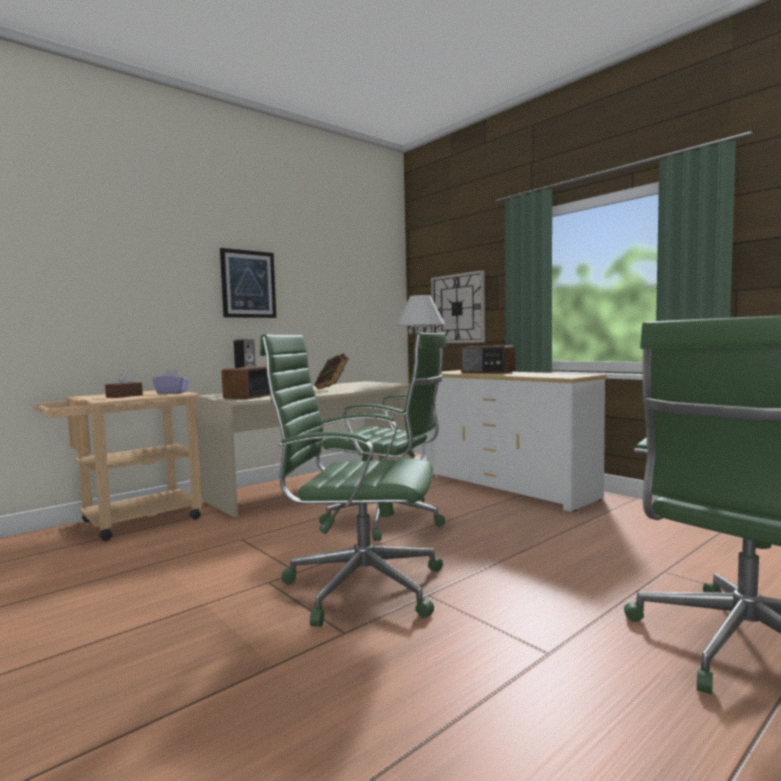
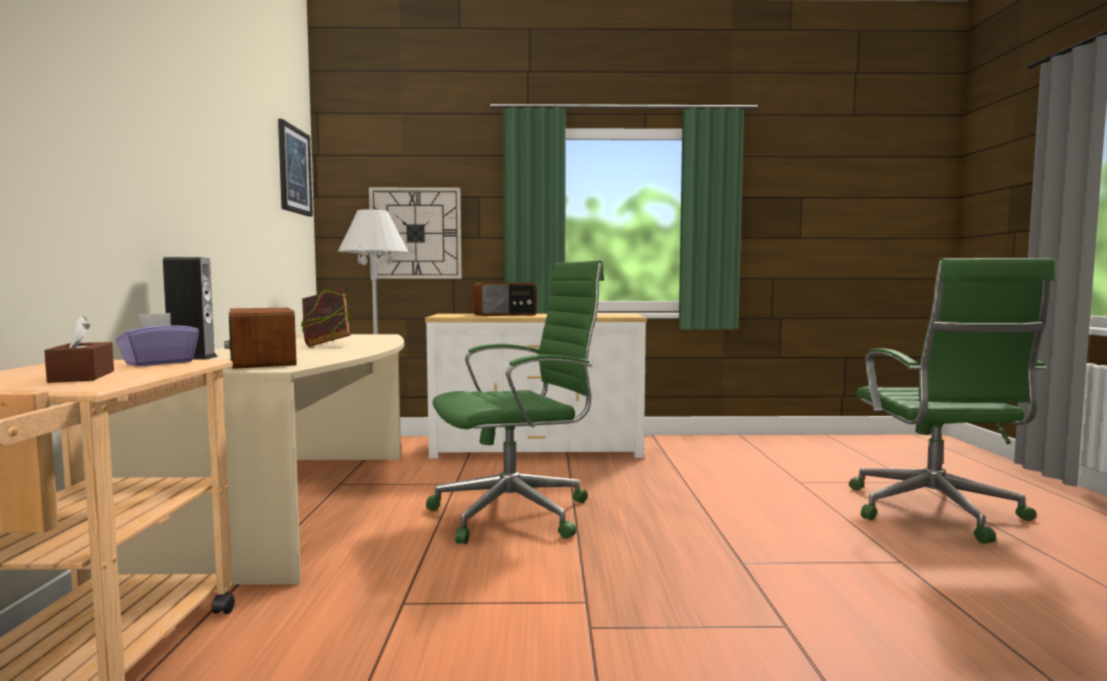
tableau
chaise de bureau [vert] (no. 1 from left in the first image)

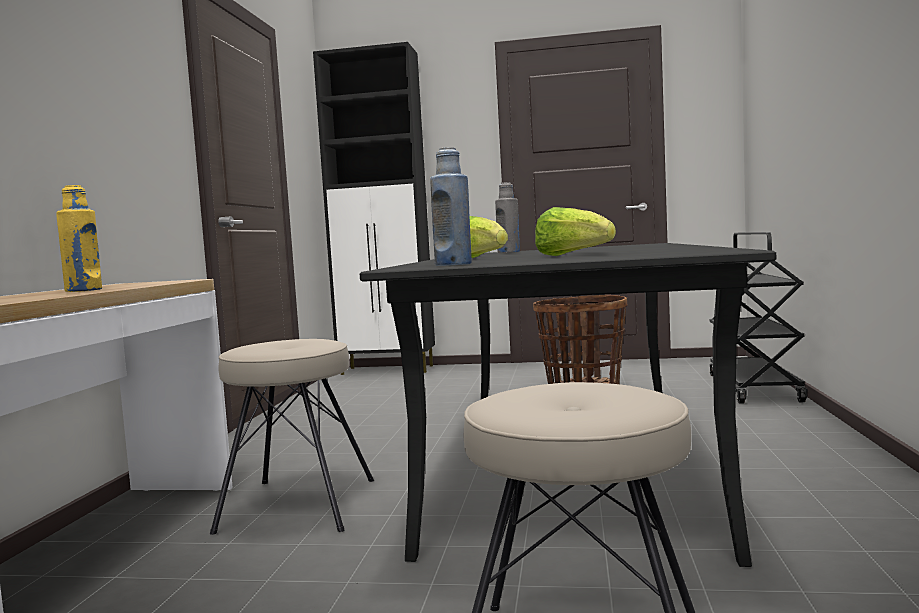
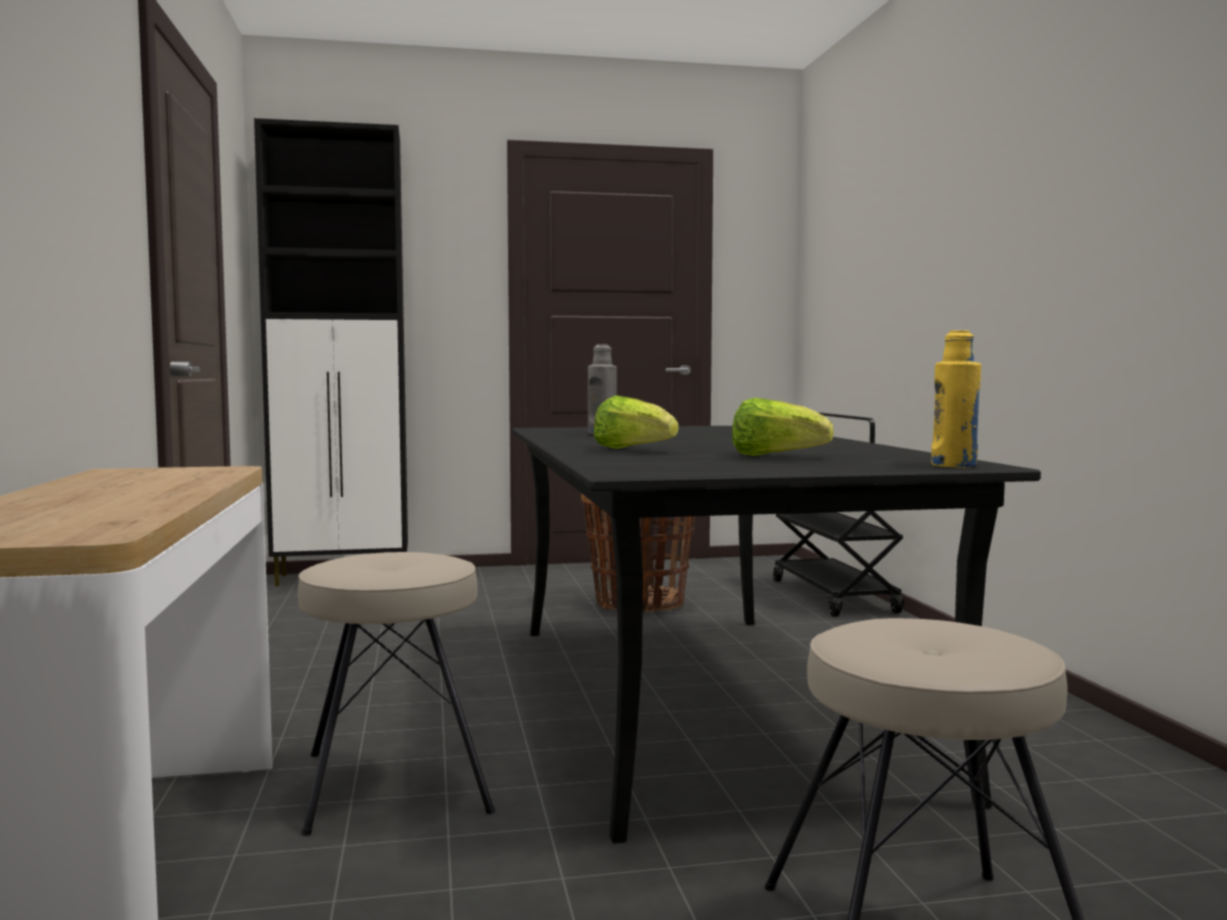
bouteille [jaune]
bouteille [bleu]

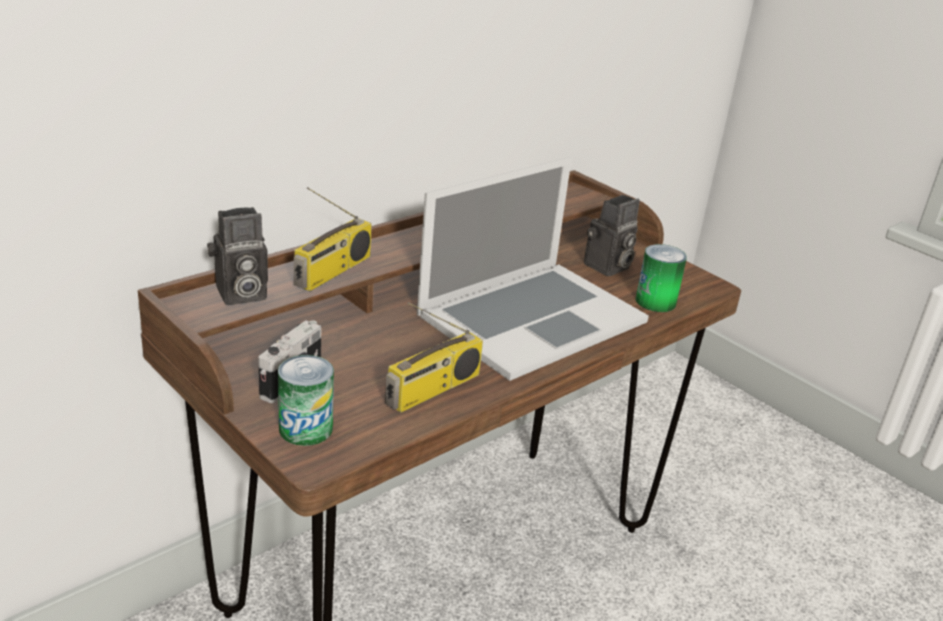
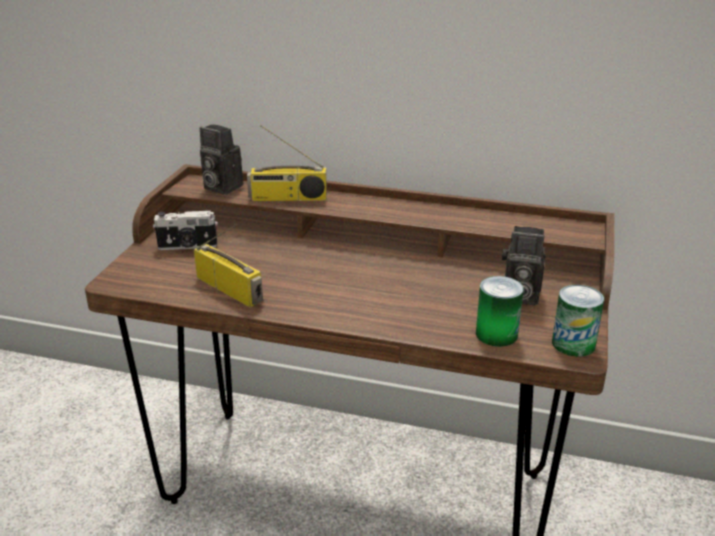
radio (no. 1 from left)
boîte métallique (no. 2 from left)
ordinateur portable

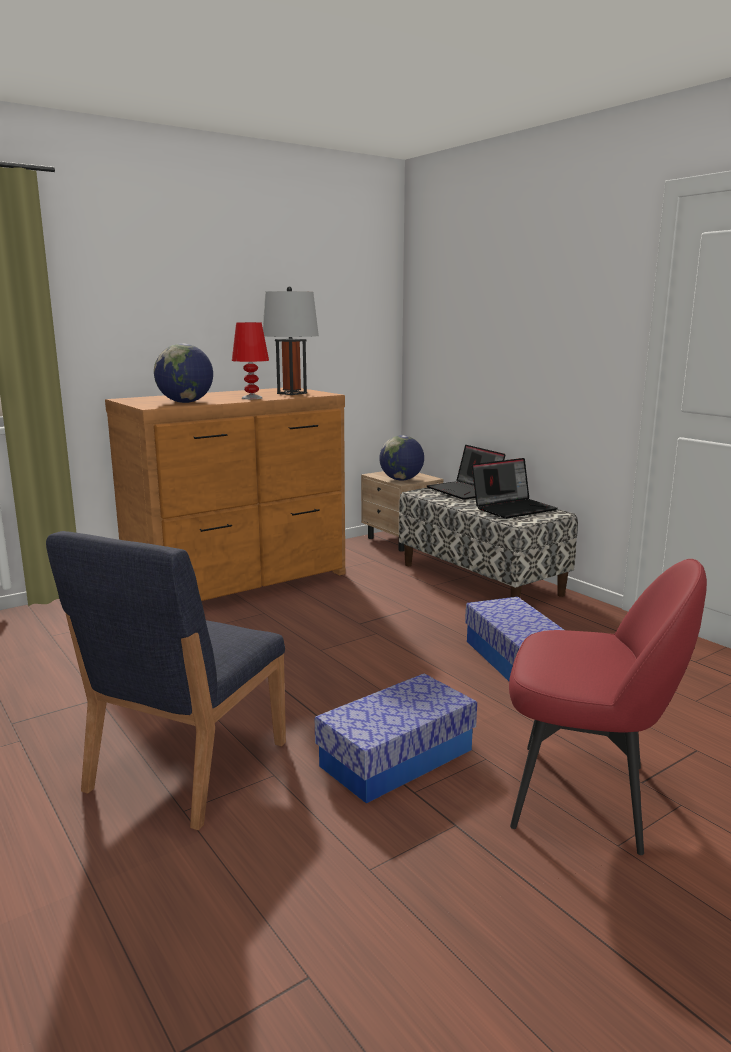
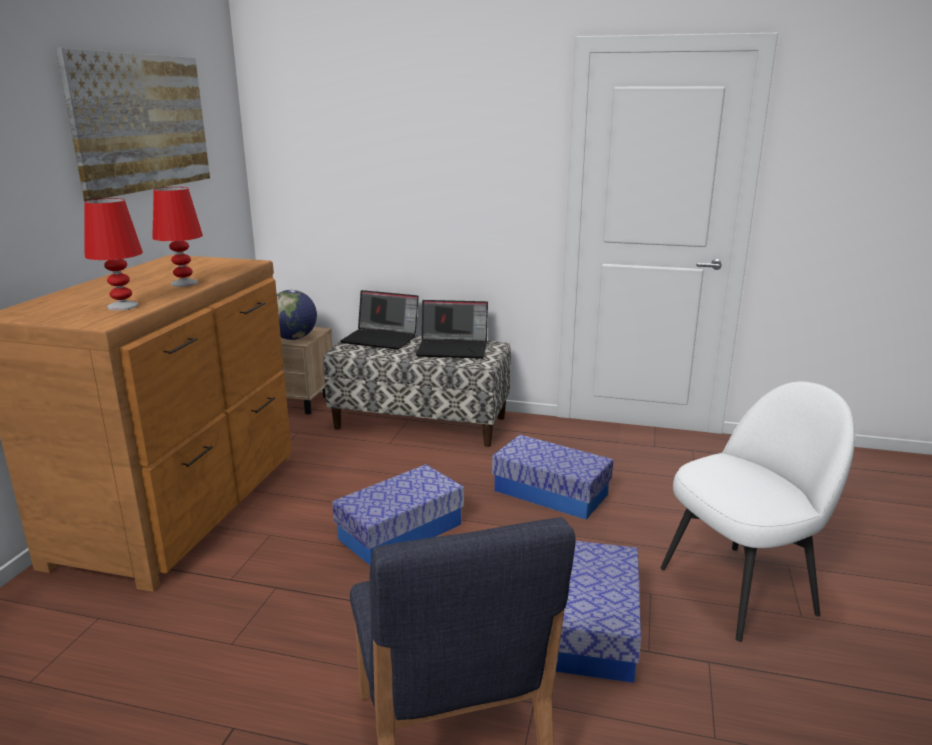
tableau
lampe de table [rouge] (no. 1 from left)
boîte de rangement (no. 1 from left)
ordinateur portable (no. 2 from left)
chaise [blanc]
lampe de table [gris]

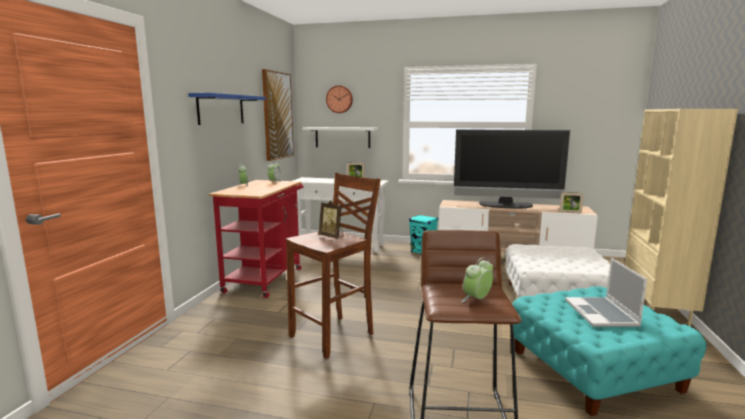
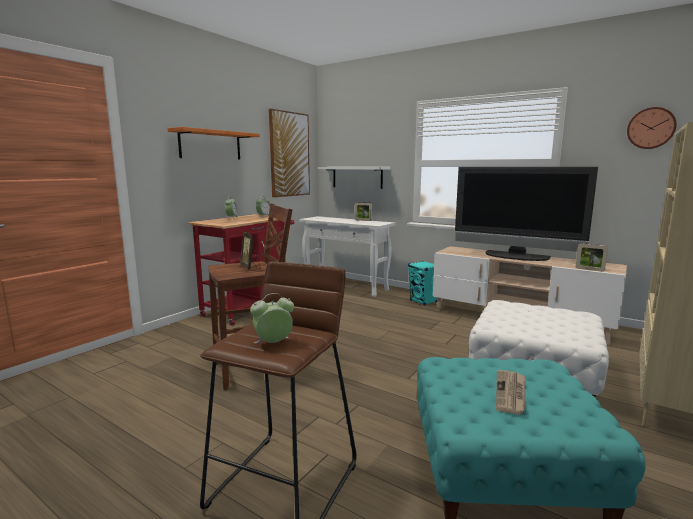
étagère [orange]
journal
horloge murale

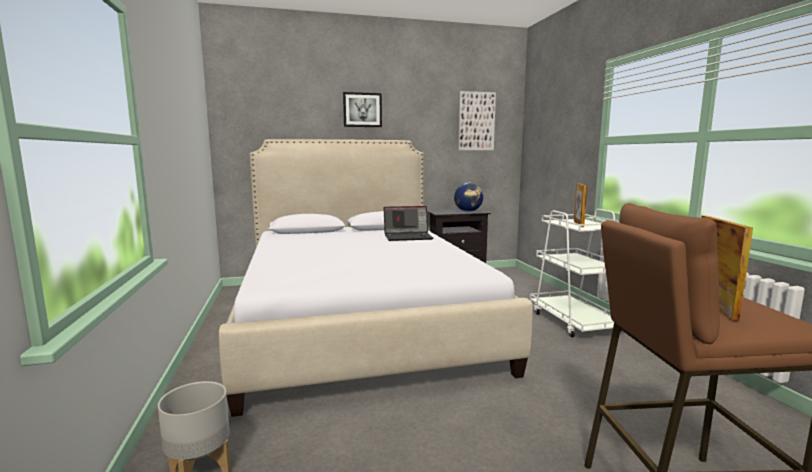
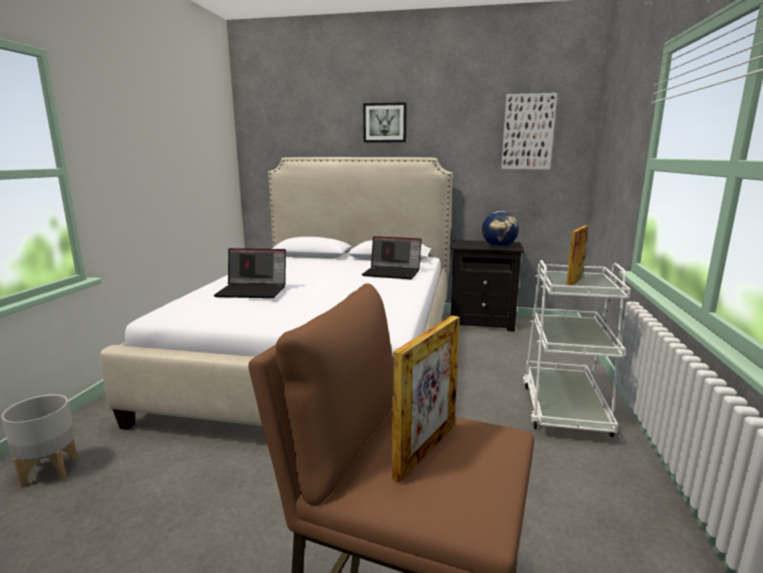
ordinateur portable (no. 1 from left)

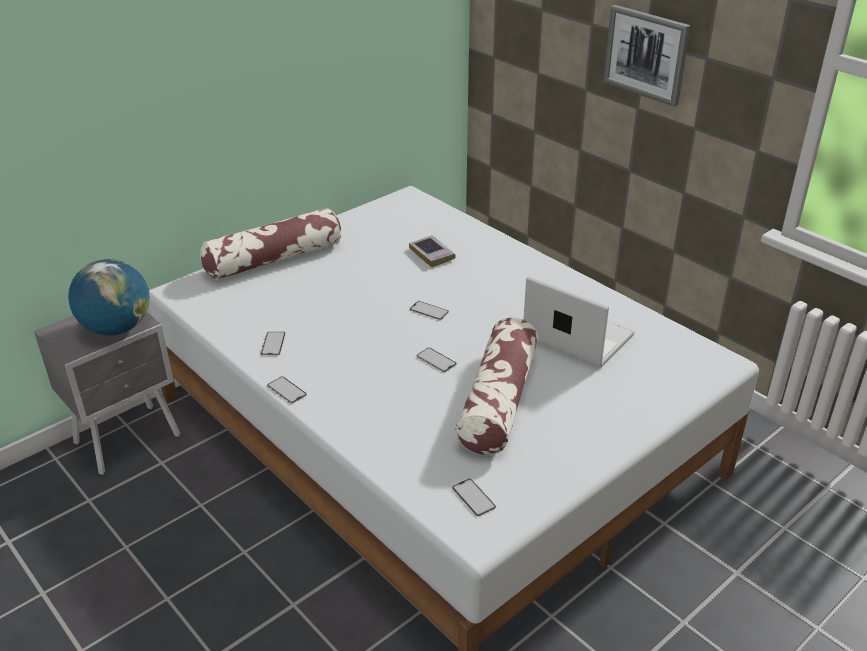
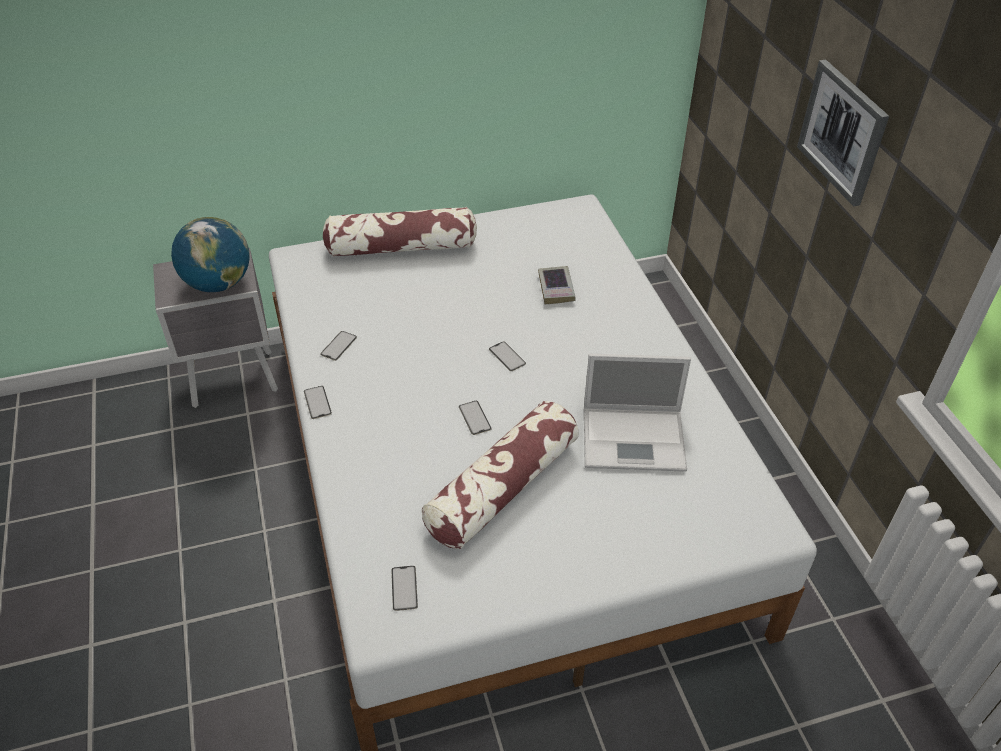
ordinateur portable

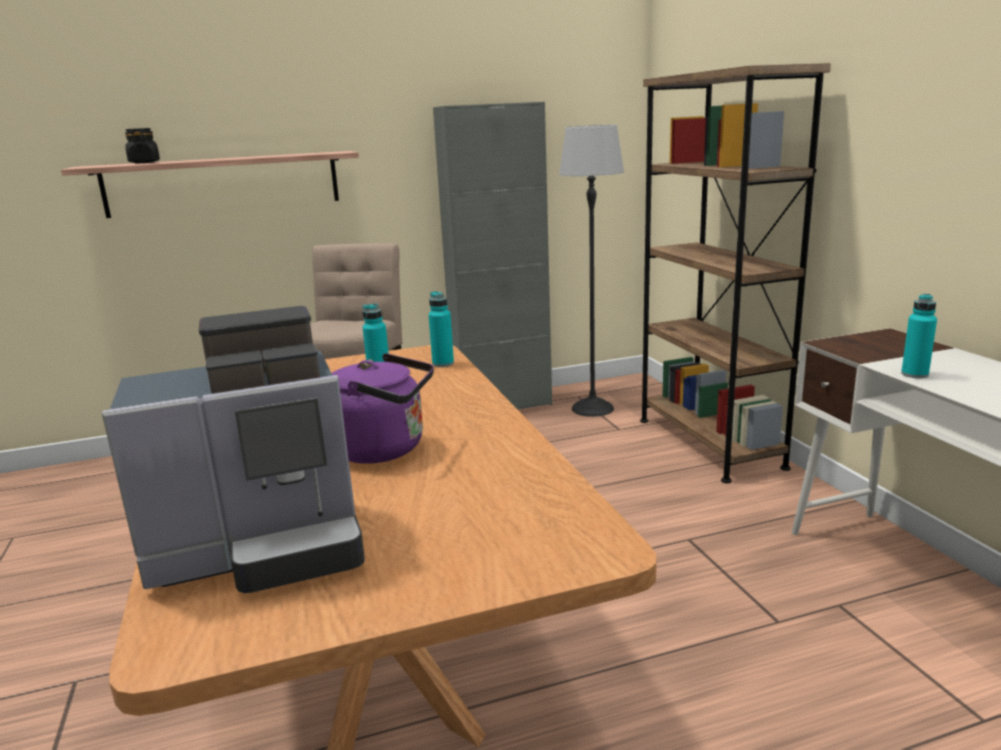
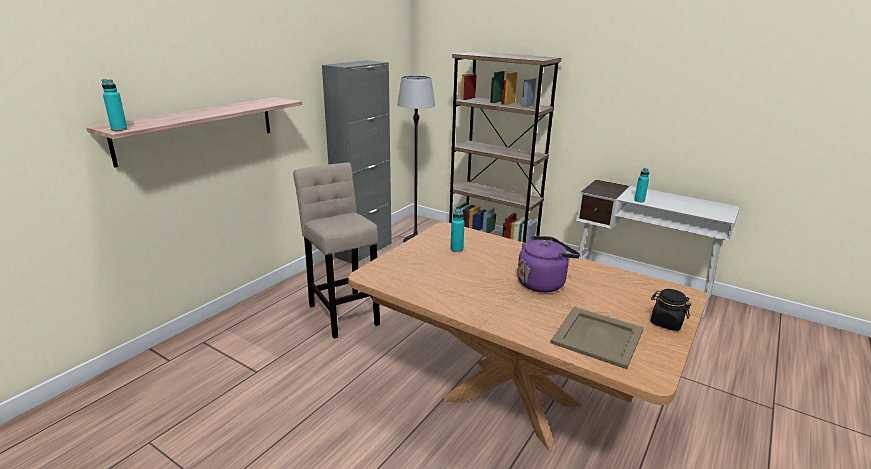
bouteille [turquoise] (no. 1 from left)
plateau [beige]
bocal [noir]

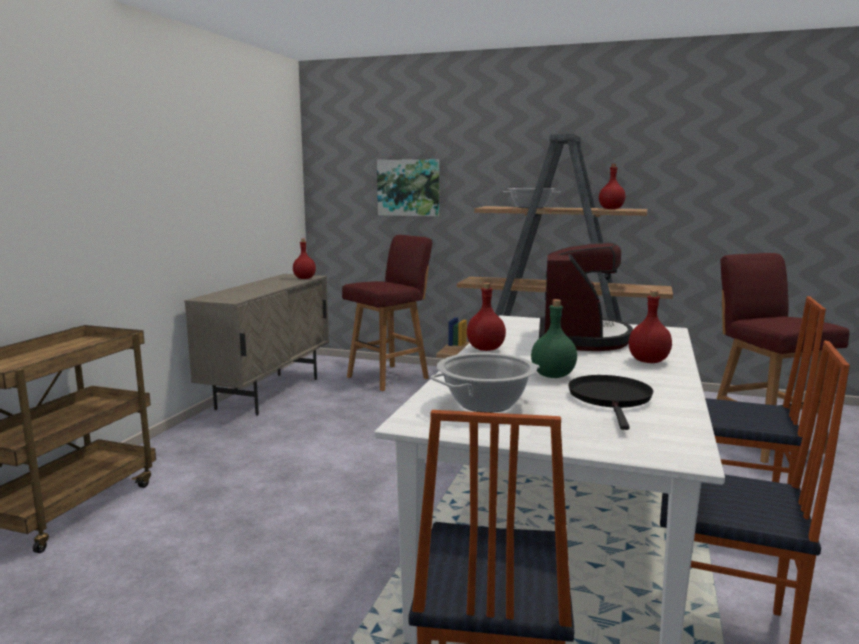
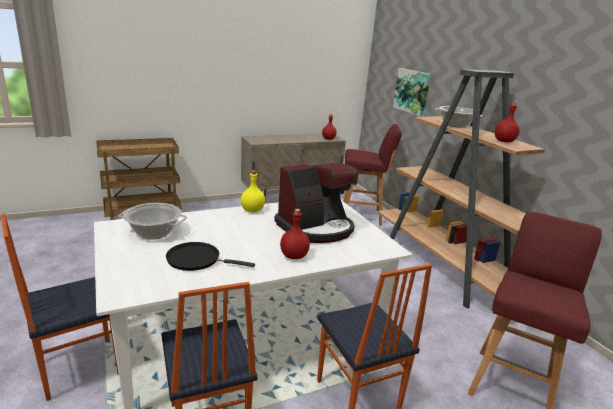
poêle [noir]
bouteille [jaune]
bouteille [vert]

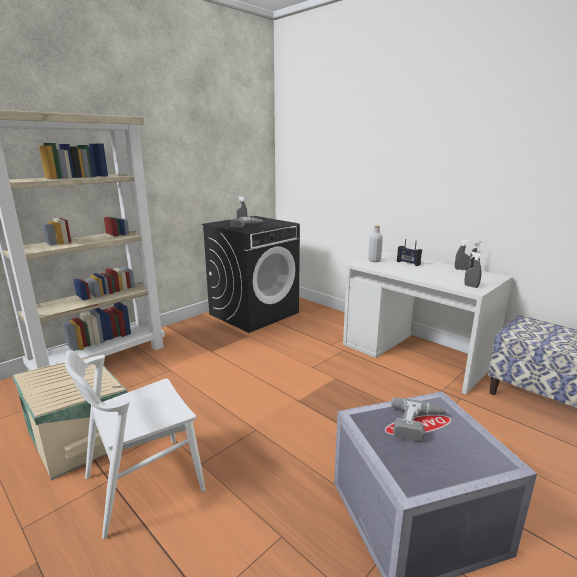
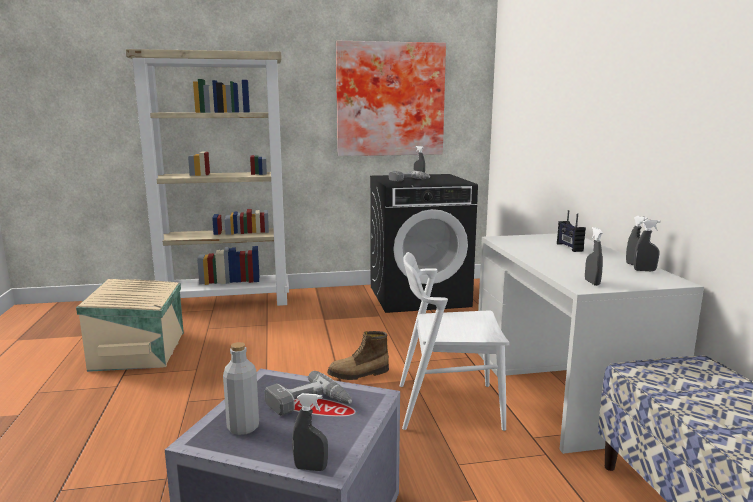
bouteille [gris]
vaporisateur [gris] (no. 1 from left)
botte
tableau
chaise [blanc]

